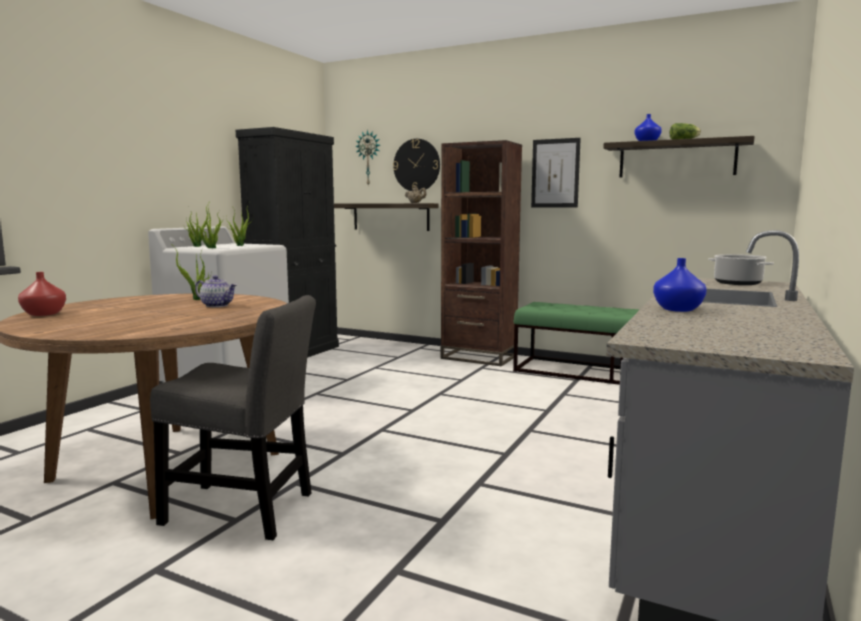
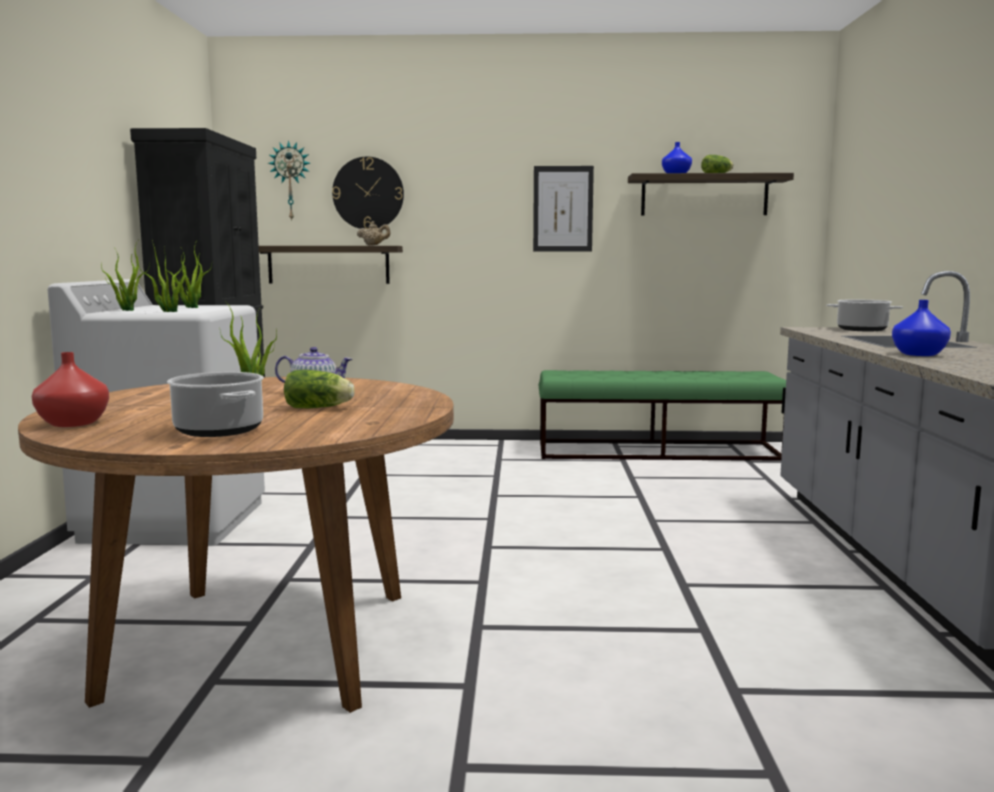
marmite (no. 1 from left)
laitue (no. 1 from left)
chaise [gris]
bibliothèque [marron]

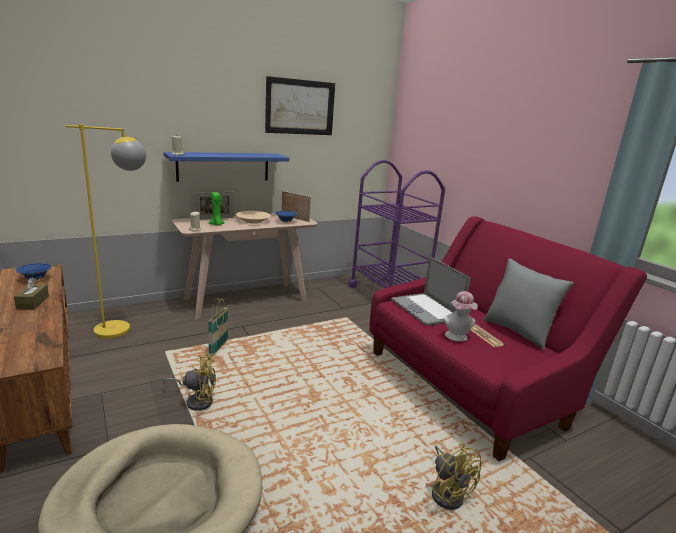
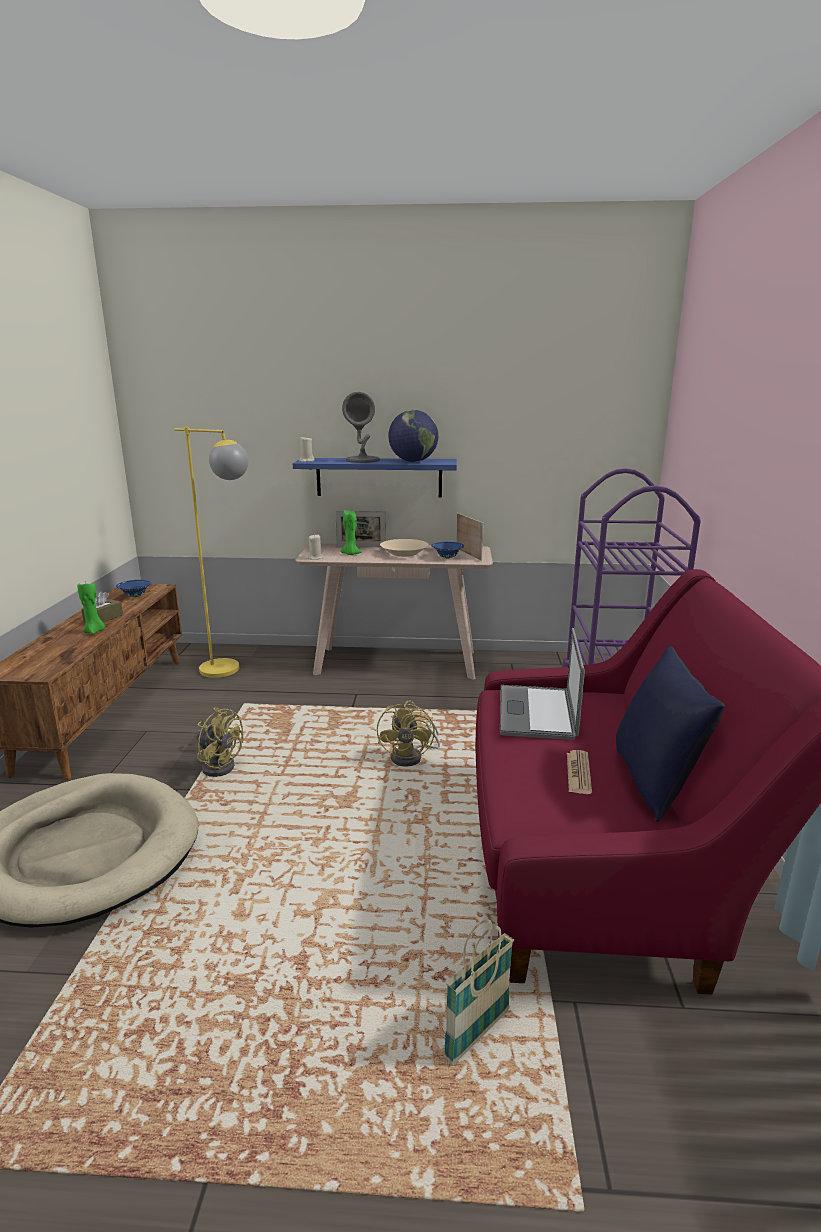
bougie [vert] (no. 1 from left)
lampe de table [gris]
ventilateur [jaune] (no. 2 from left)
globe
panier
coussin [bleu]
tableau
chapeau

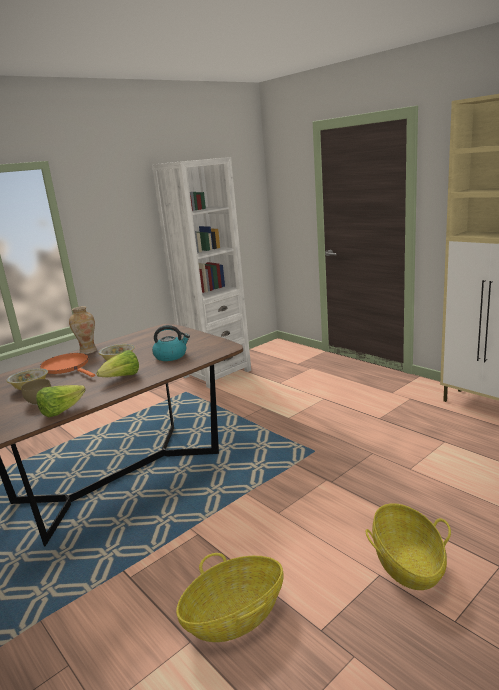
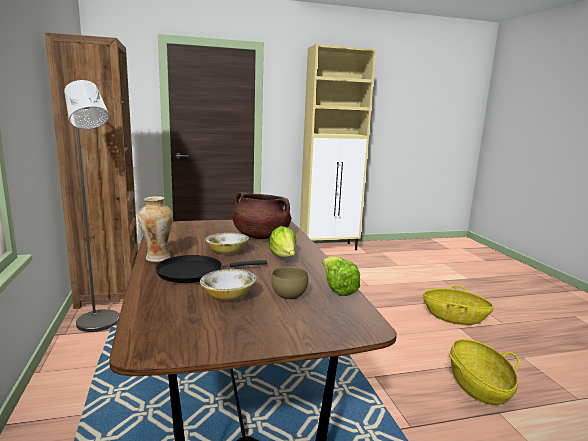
bibliothèque [marron]
lampadaire [gris]
poêle [noir]
marmite [marron]

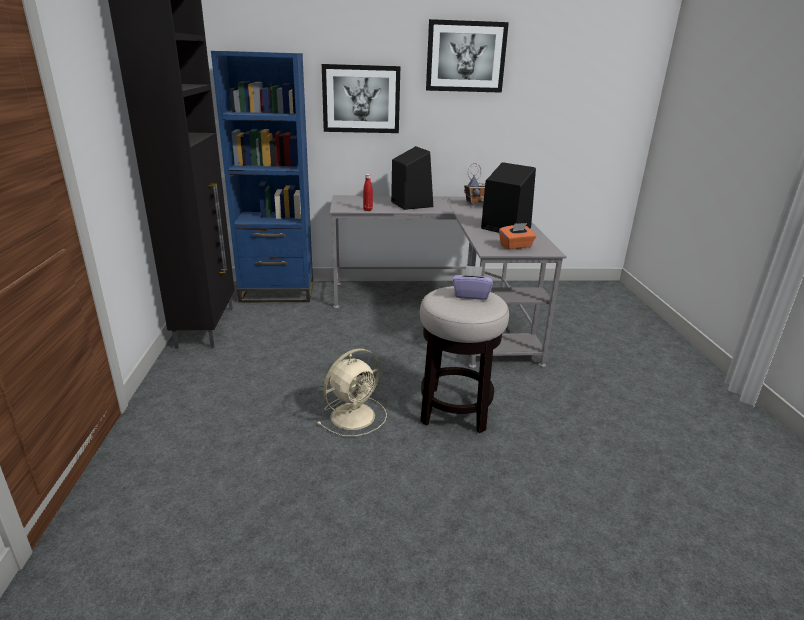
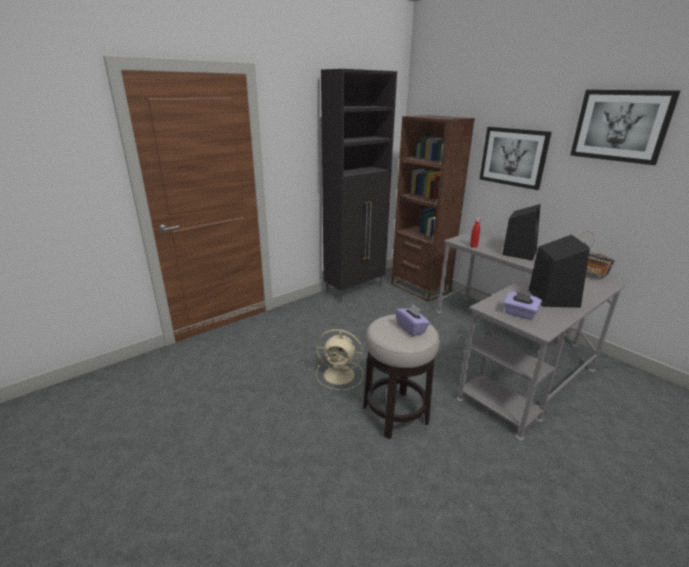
bibliothèque [marron]
boîte à mouchoirs [violet] (no. 2 from left)

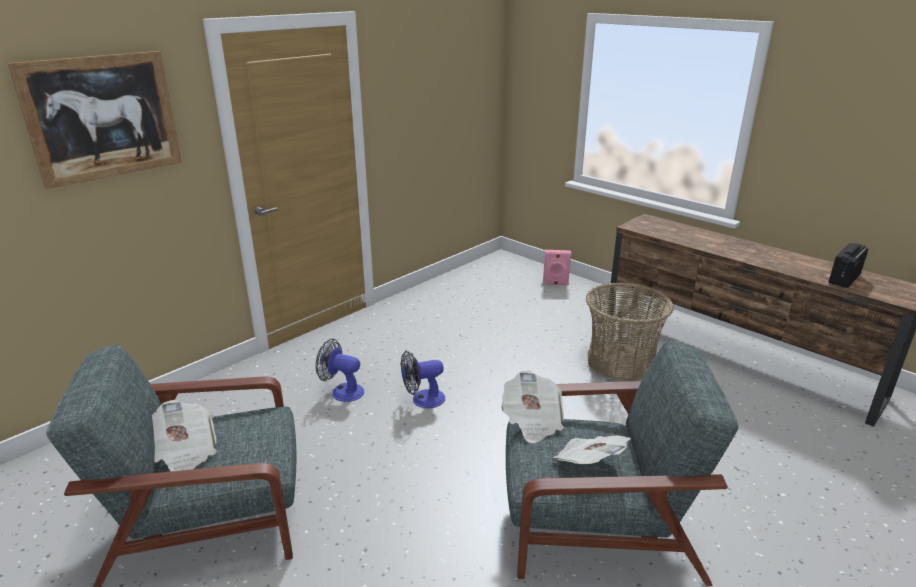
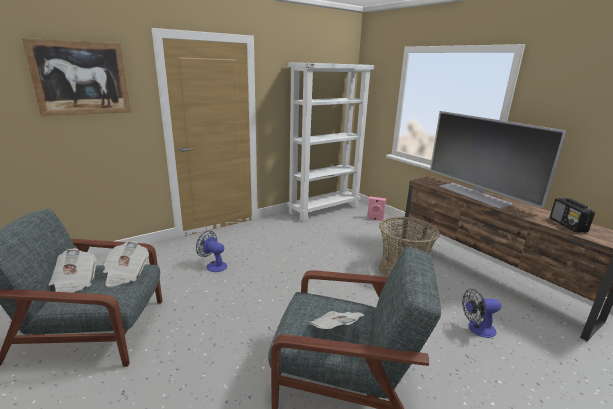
journal (no. 2 from left)
bibliothèque [blanc]
téléviseur
ventilateur (no. 2 from left)
radio

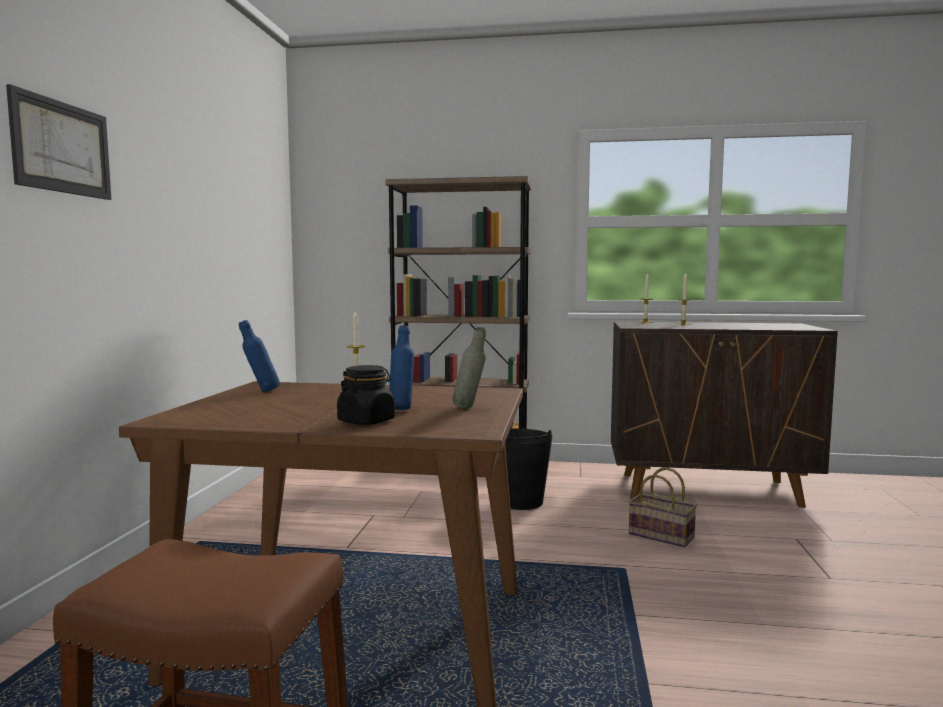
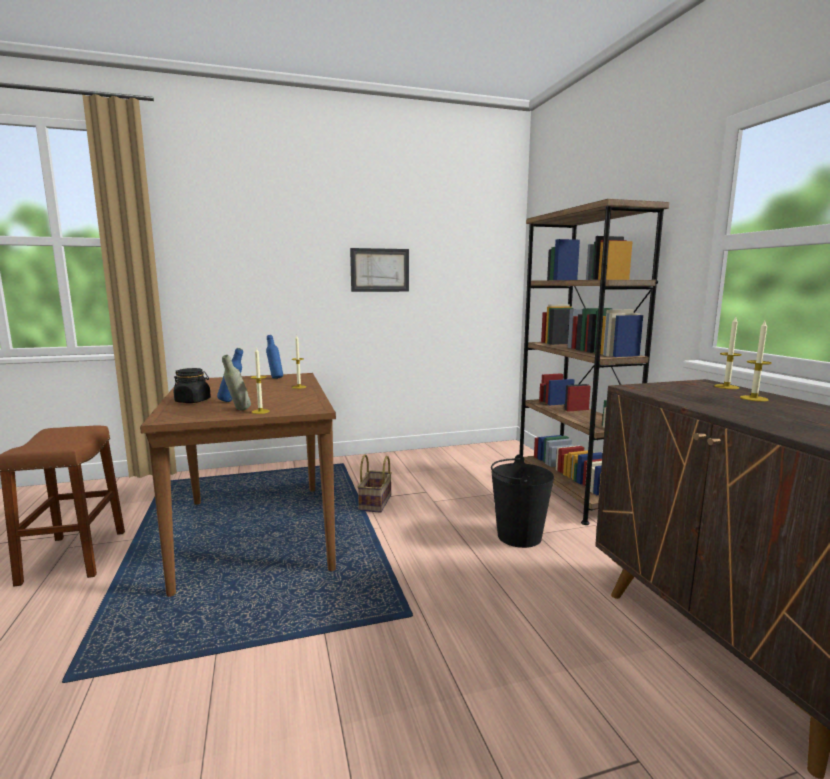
bougie (no. 1 from left)
tableau
panier

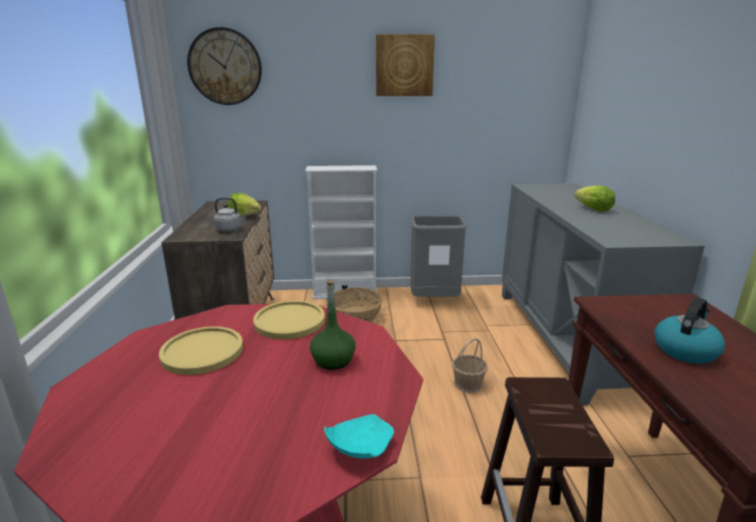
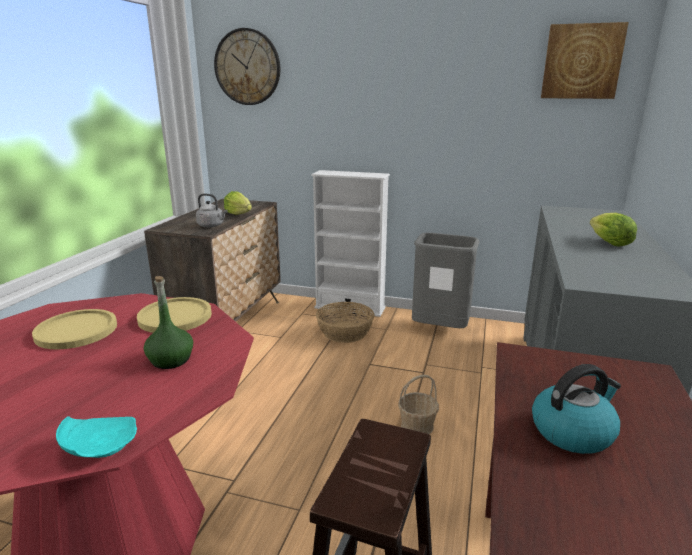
tableau

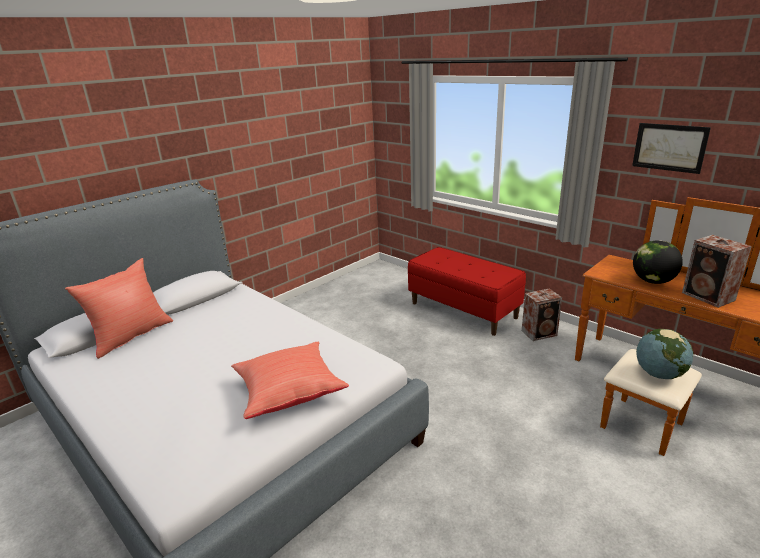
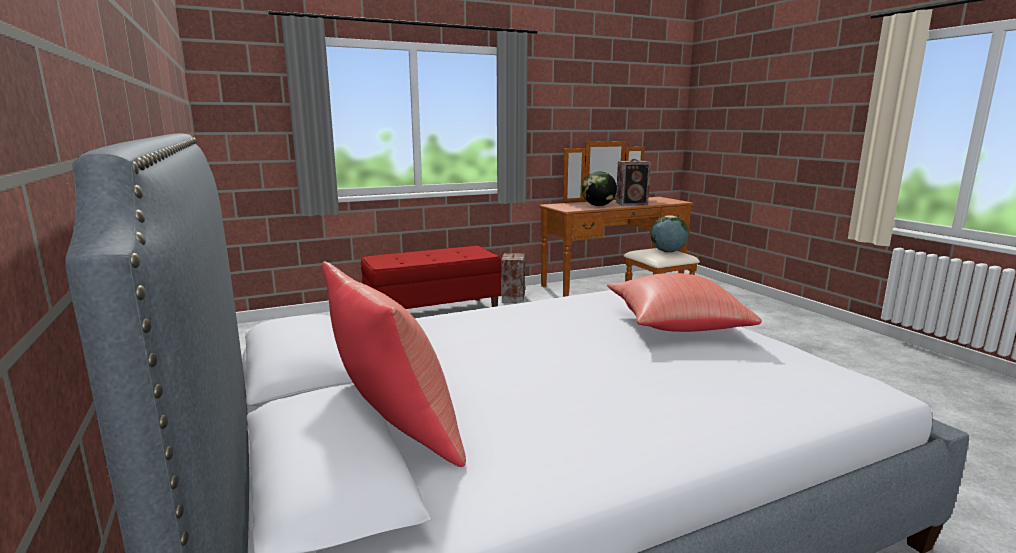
tableau

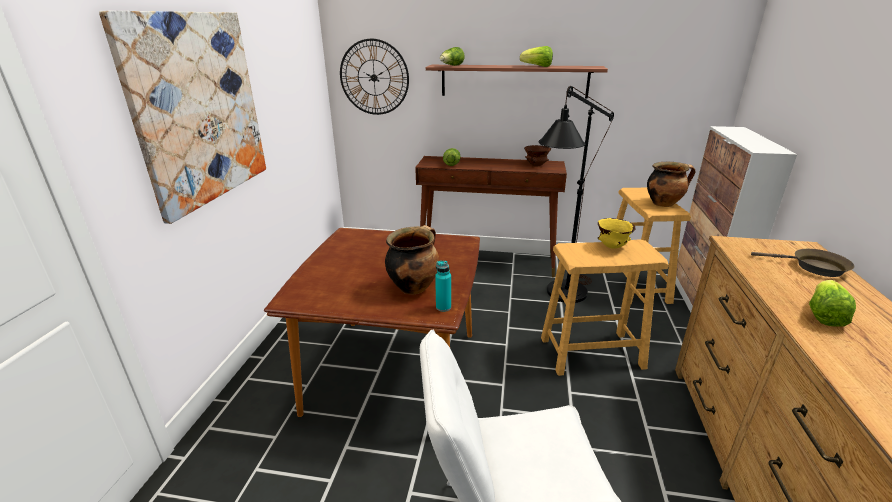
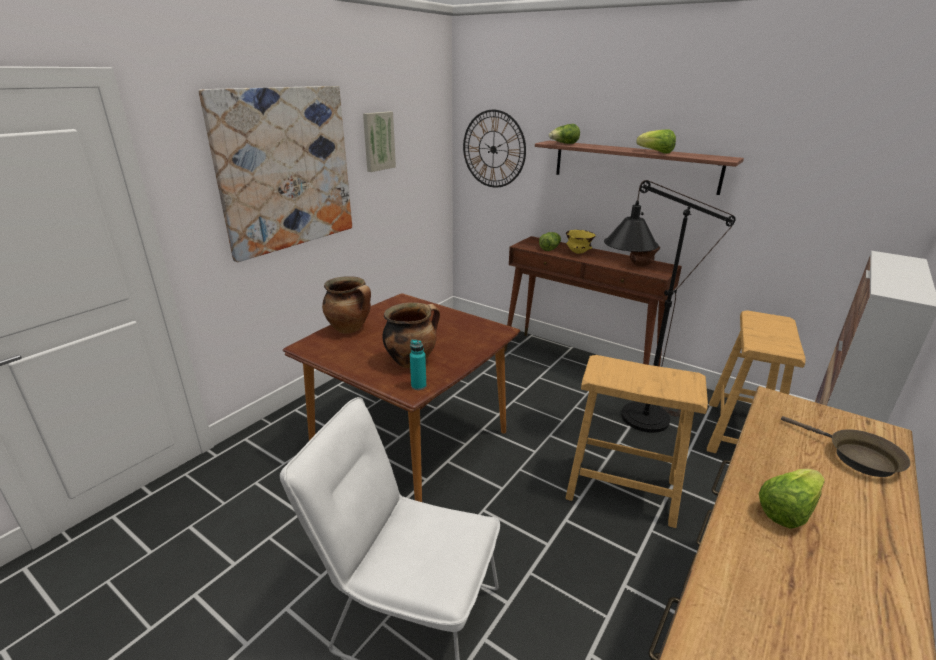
marmite (no. 1 from left)
tableau (no. 2 from left)
bol [jaune]

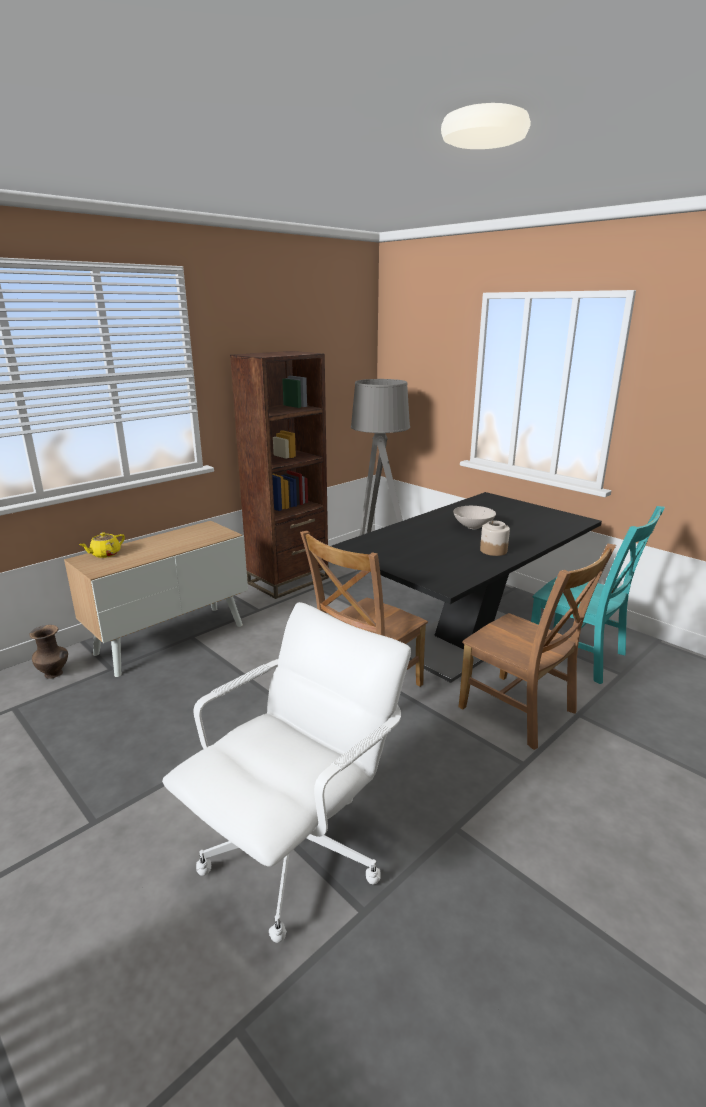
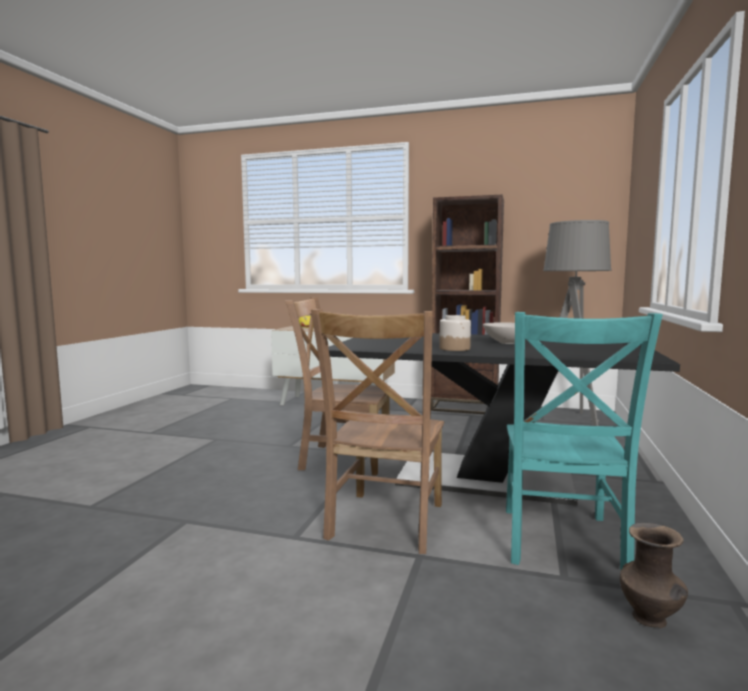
vase [marron]
chaise de bureau [blanc]

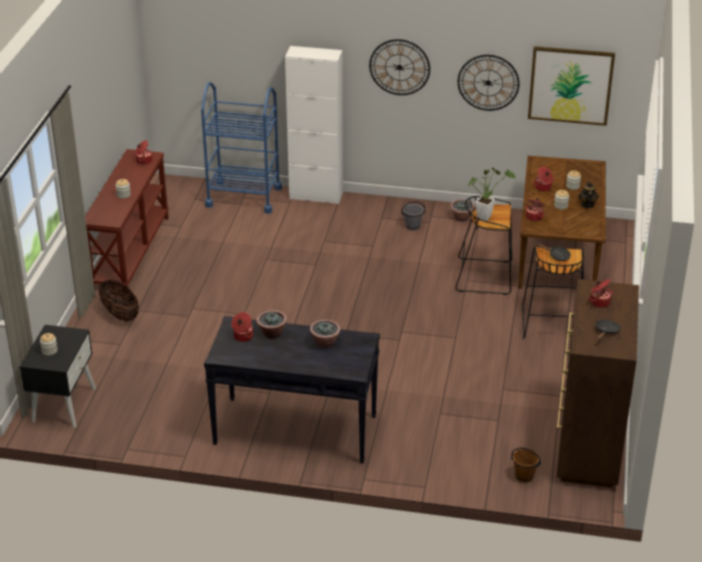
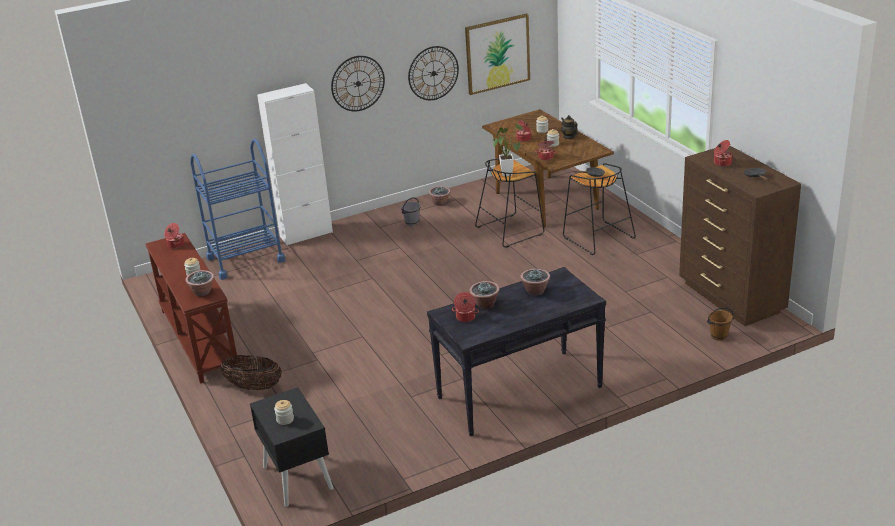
plante en pot (no. 1 from left)

